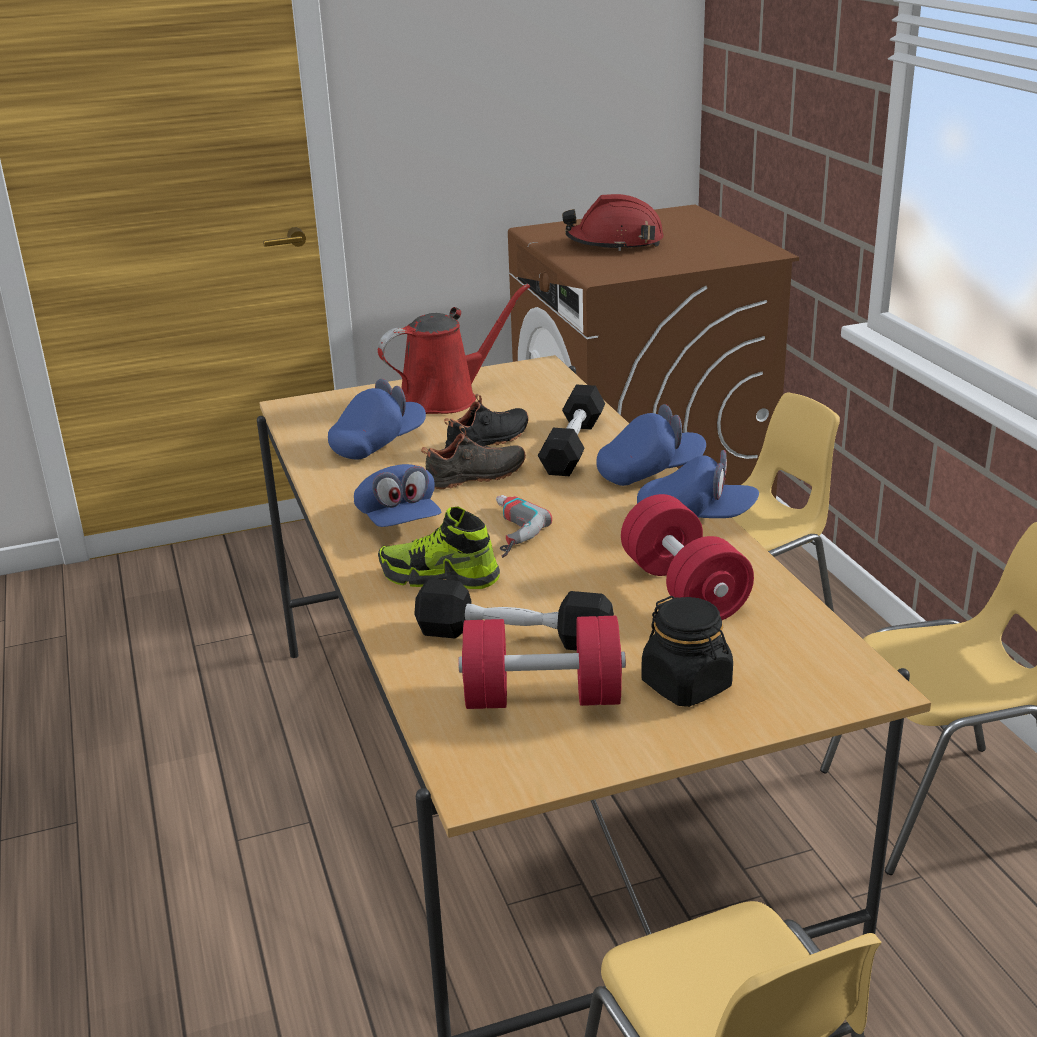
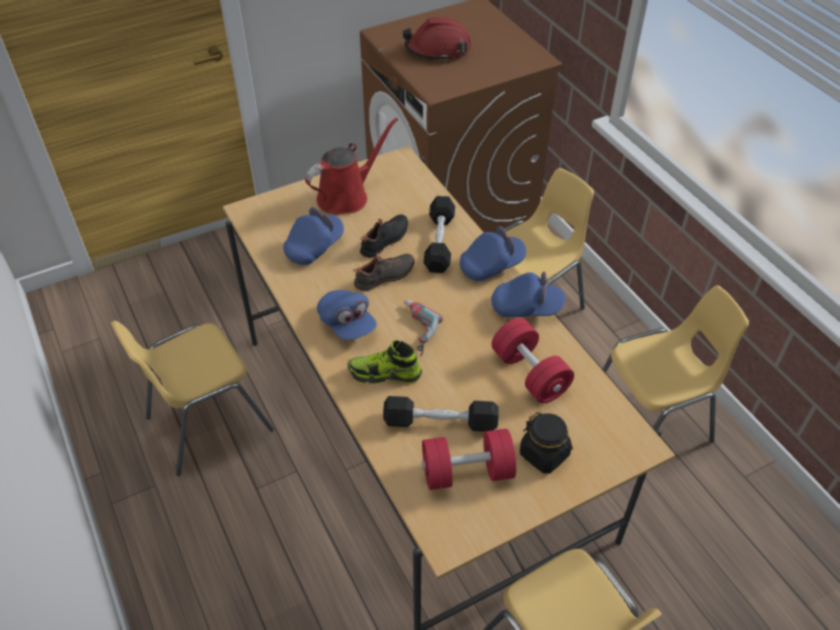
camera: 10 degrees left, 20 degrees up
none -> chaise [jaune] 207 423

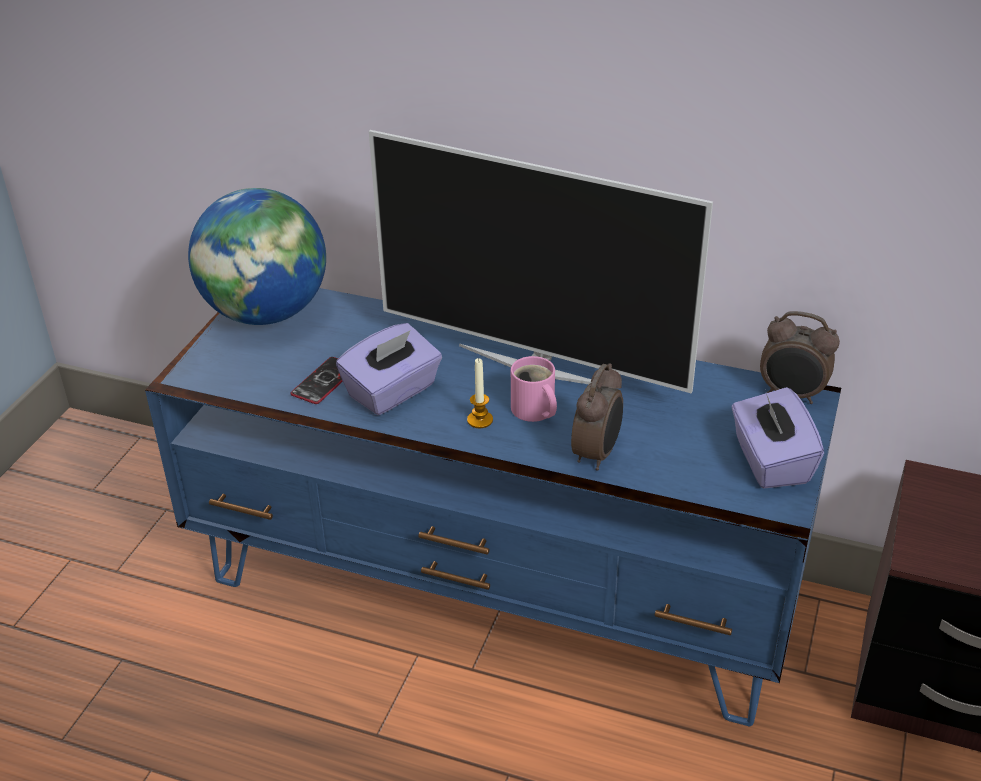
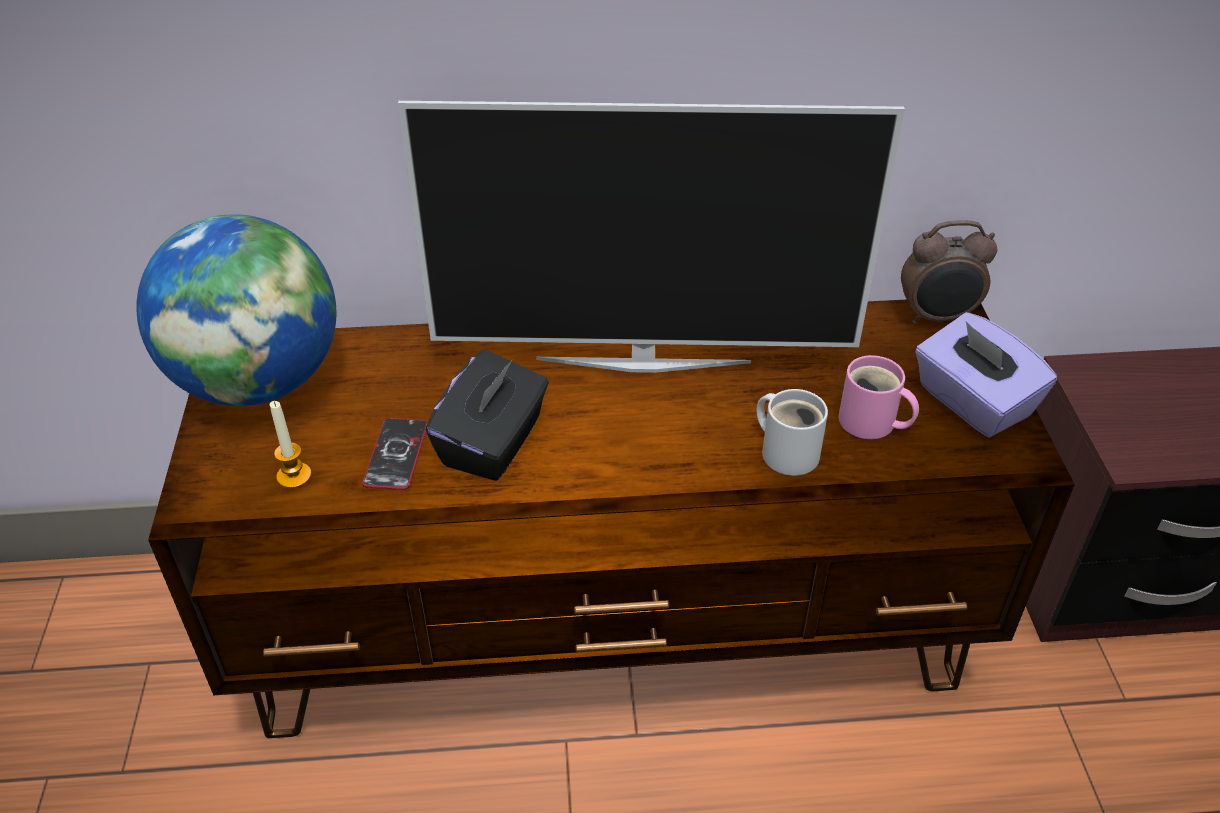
camera: 25 degrees left, 5 degrees up
meuble télé [bleu] 496 591 -> meuble télé [marron] 612 630
boîte à mouchoirs [violet] 392 392 -> boîte à mouchoirs [noir] 493 443
mug [rose] 533 411 -> mug [rose] 871 424, moved
bougie 480 420 -> bougie 294 476, moved
réveil 597 454 -> mug [blanc] 787 451

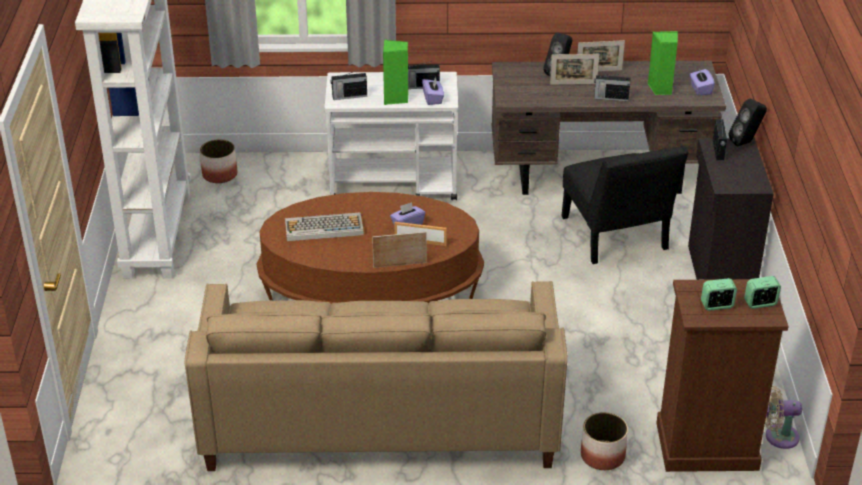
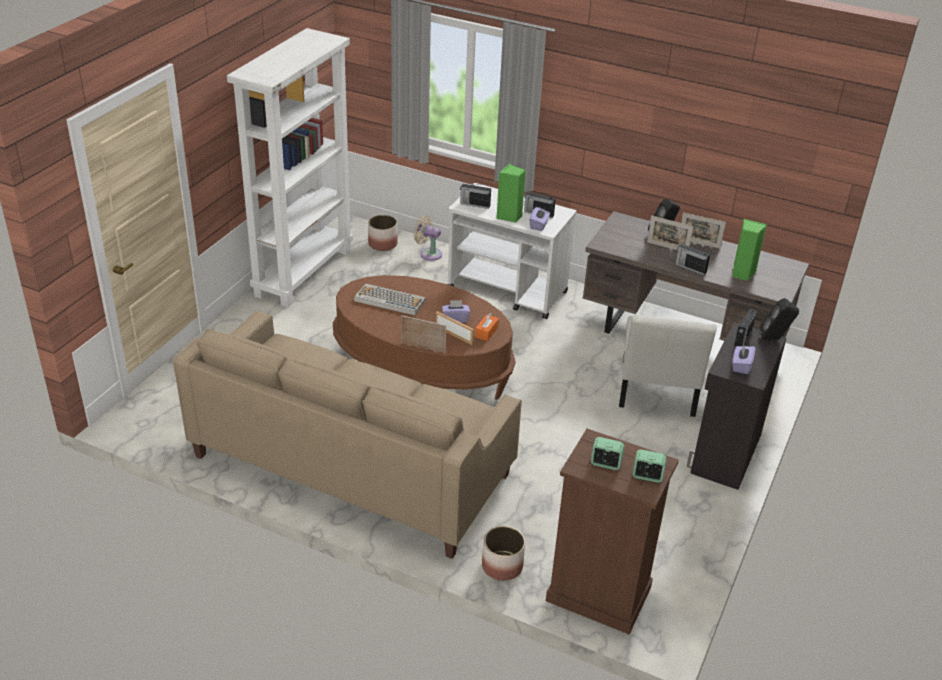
camera: 25 degrees right, 0 degrees up
boîte à mouchoirs [violet] 700 89 -> boîte à mouchoirs [violet] 741 366, moved
chaise [noir] 616 237 -> chaise [blanc] 657 392
ventilateur [beige] 778 436 -> ventilateur [beige] 428 253, moved
none -> boîte à mouchoirs [orange] 486 332

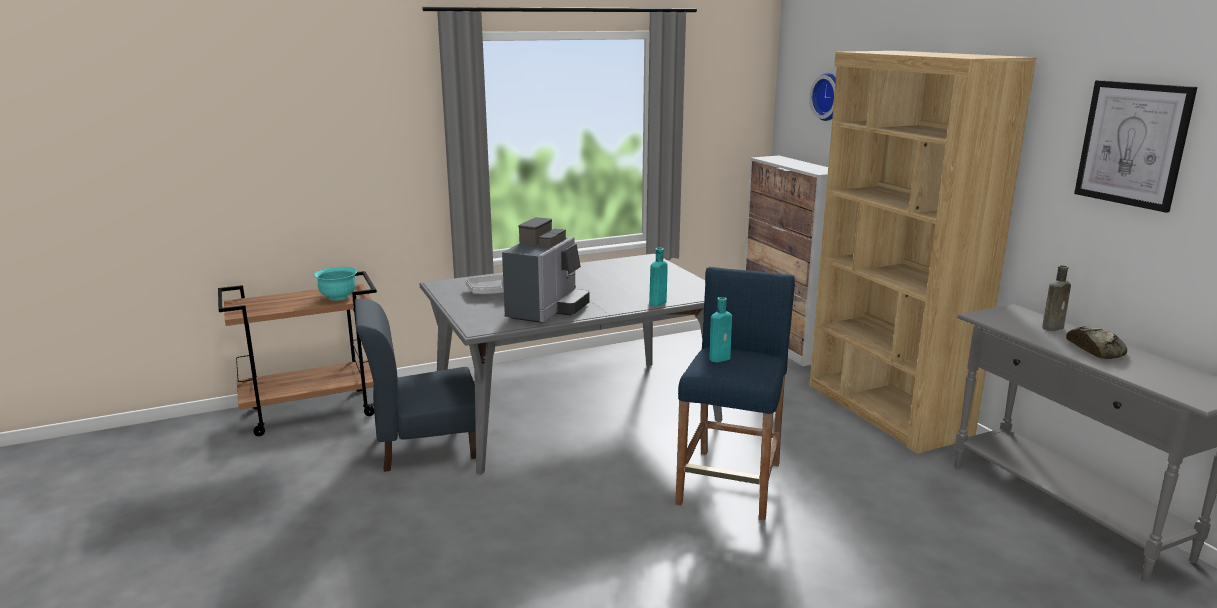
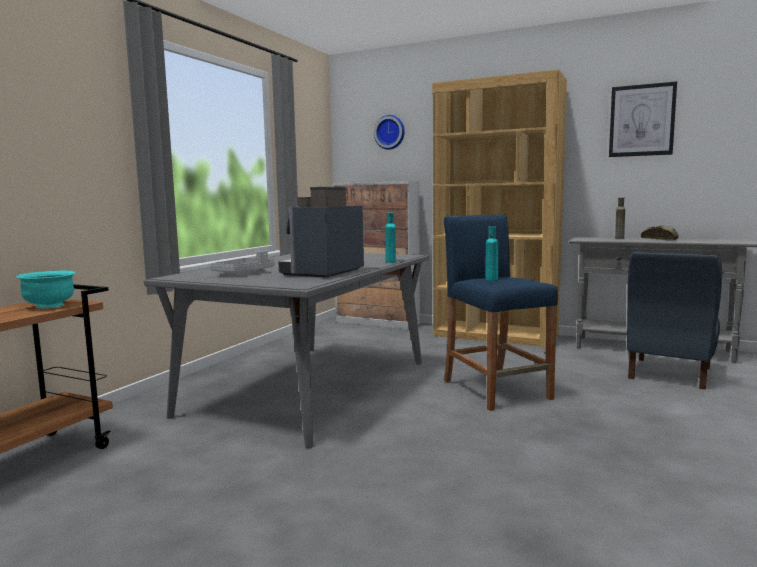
camera: 40 degrees left, 10 degrees down
machine à café 547 310 -> machine à café 323 272, 135 degrees counterclockwise
chaise [bleu] 425 445 -> chaise [bleu] 668 373, moved

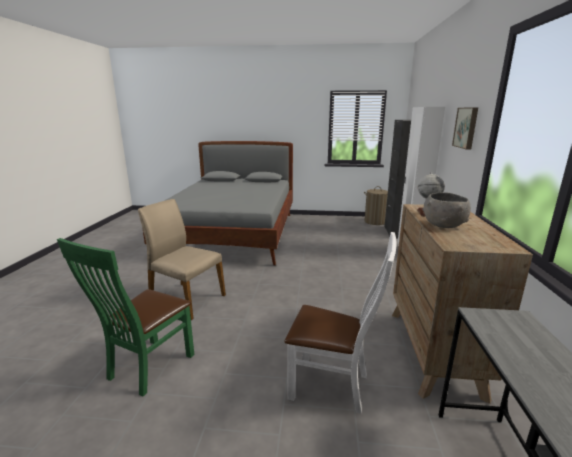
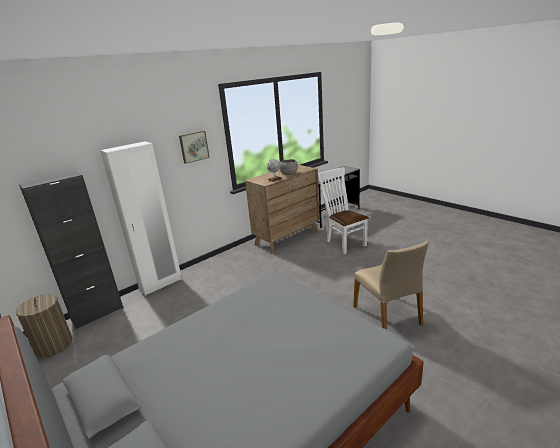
camera: 135 degrees left, 5 degrees up
chaise [vert] 146 368 -> none

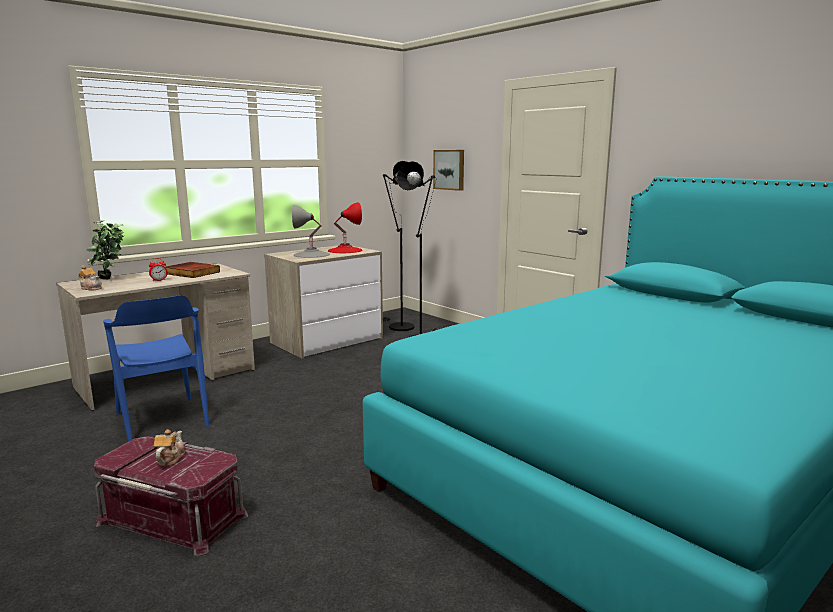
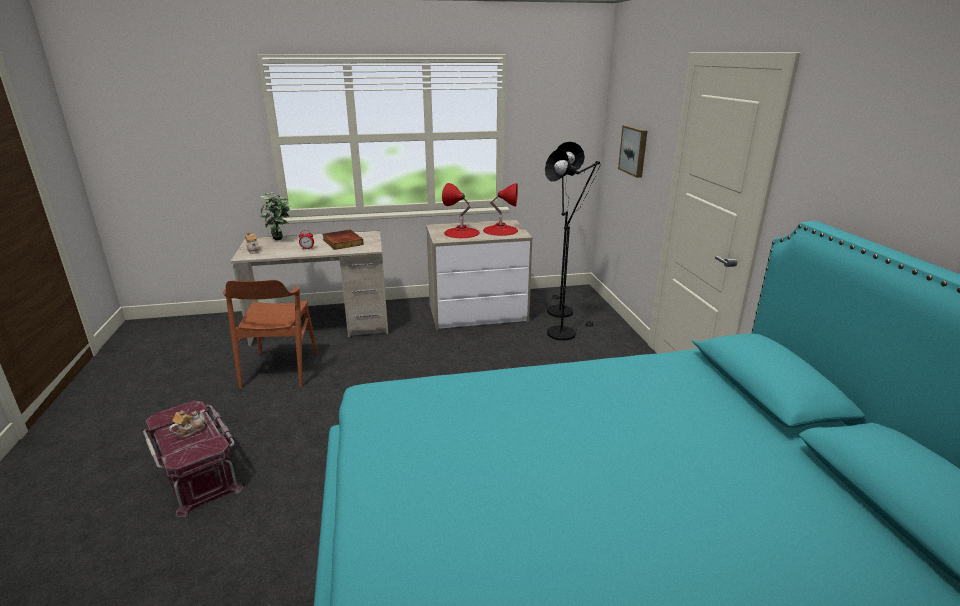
camera: 30 degrees right, 10 degrees up
lampe de table [gris] 311 254 -> lampe de table [rouge] 461 233
chaise [bleu] 162 419 -> chaise [marron] 280 369

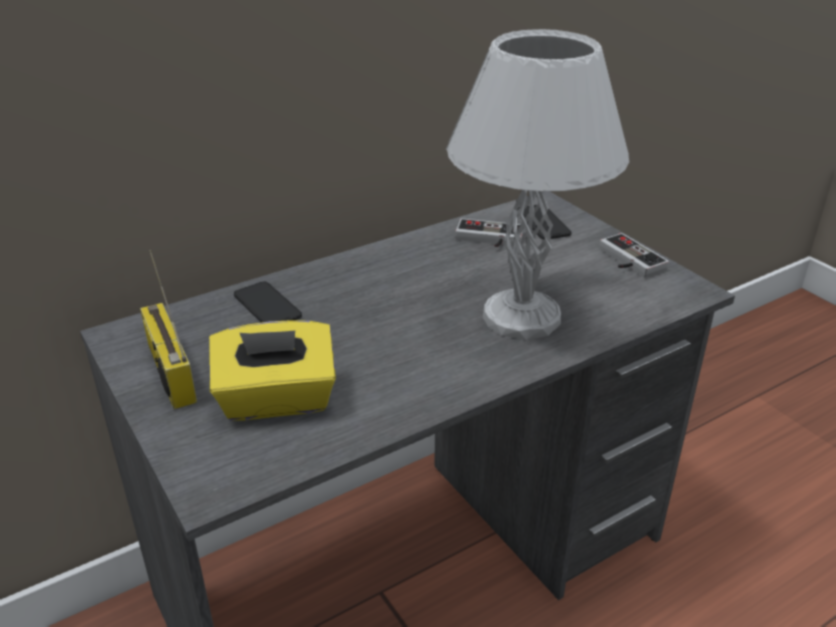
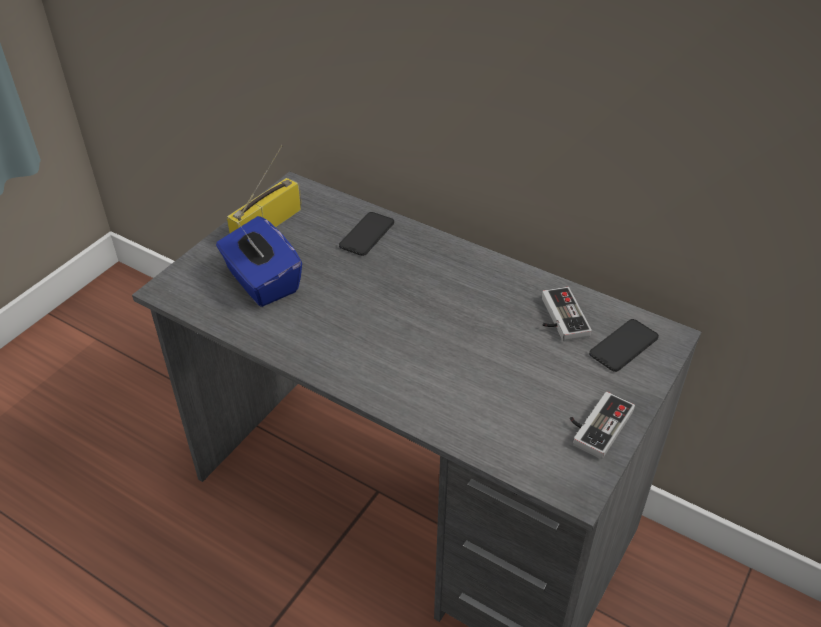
camera: 65 degrees right, 10 degrees up
lampe de table [blanc] 523 316 -> none
boîte à mouchoirs [jaune] 277 400 -> boîte à mouchoirs [bleu] 262 282

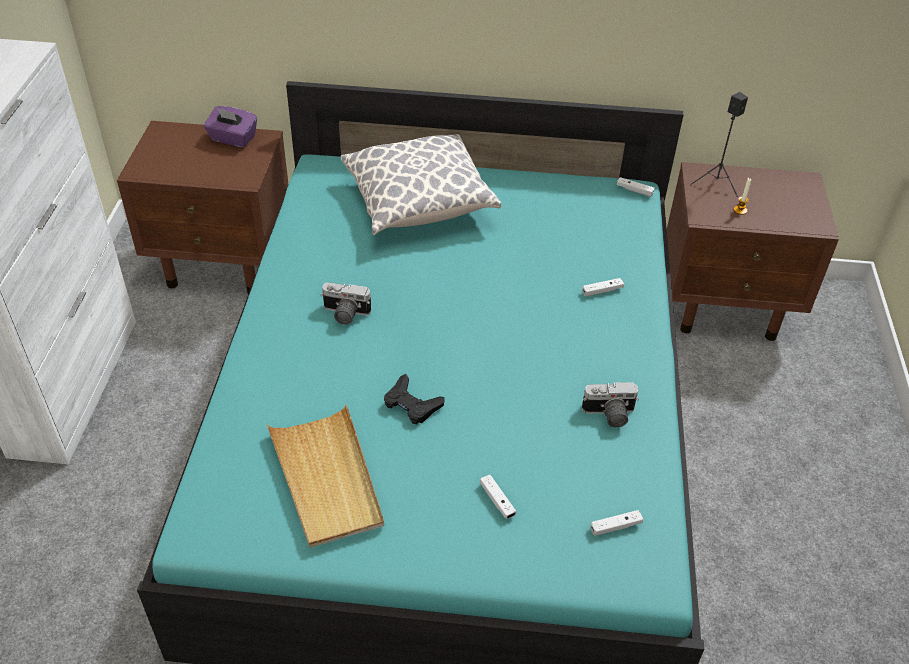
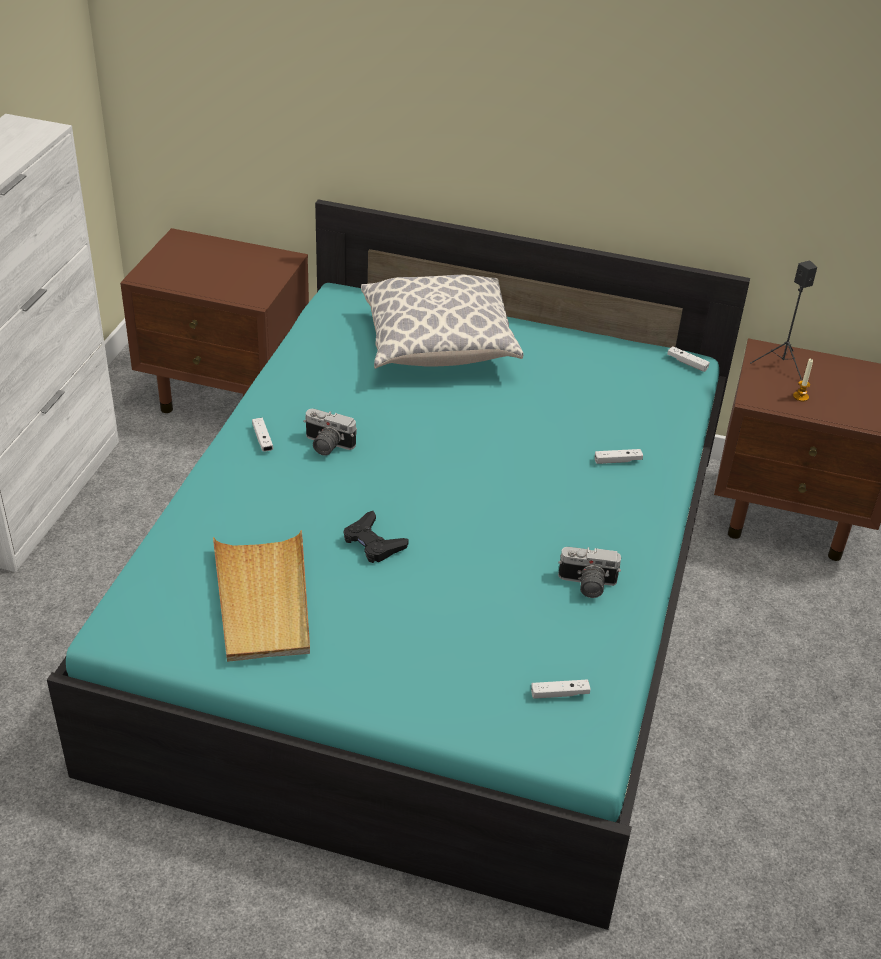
camera: 10 degrees right, 5 degrees down
boîte à mouchoirs [violet] 232 139 -> none
manette [blanc] 497 500 -> manette [blanc] 262 439, moved

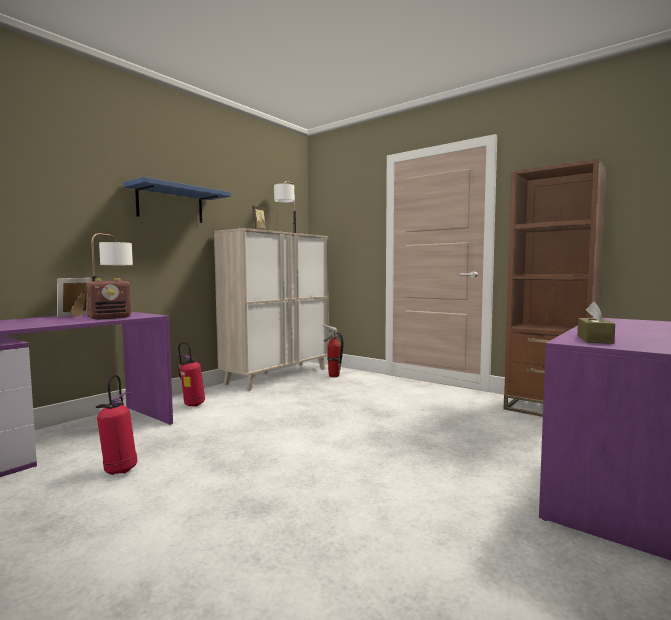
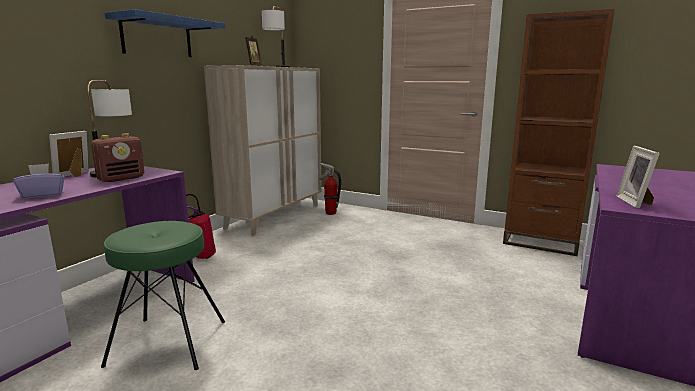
camera: 10 degrees left, 10 degrees up
boîte à mouchoirs [marron] 594 339 -> cadre photo 636 202
extincteur 120 470 -> tabouret [vert] 168 343
none -> boîte à mouchoirs [violet] 43 195

